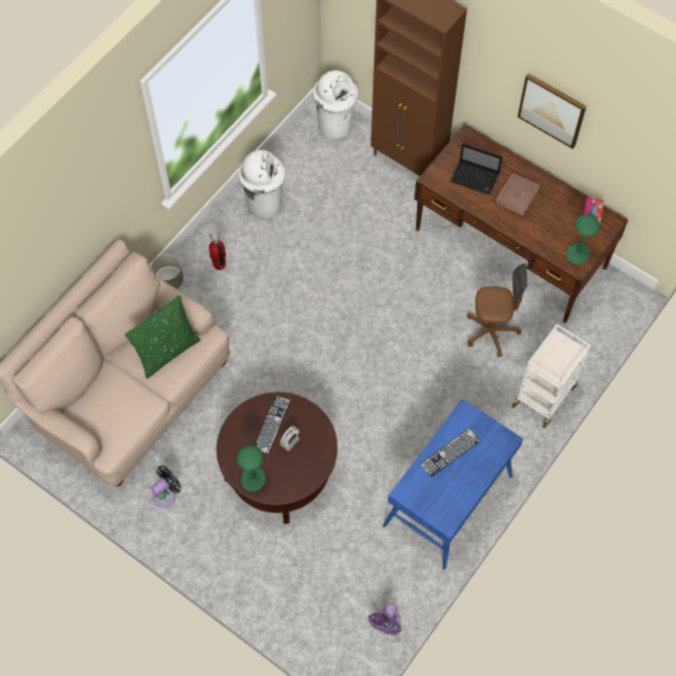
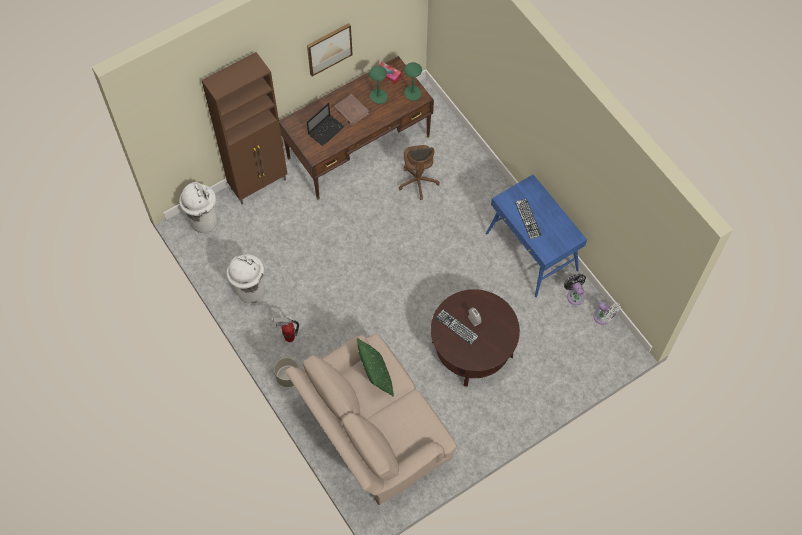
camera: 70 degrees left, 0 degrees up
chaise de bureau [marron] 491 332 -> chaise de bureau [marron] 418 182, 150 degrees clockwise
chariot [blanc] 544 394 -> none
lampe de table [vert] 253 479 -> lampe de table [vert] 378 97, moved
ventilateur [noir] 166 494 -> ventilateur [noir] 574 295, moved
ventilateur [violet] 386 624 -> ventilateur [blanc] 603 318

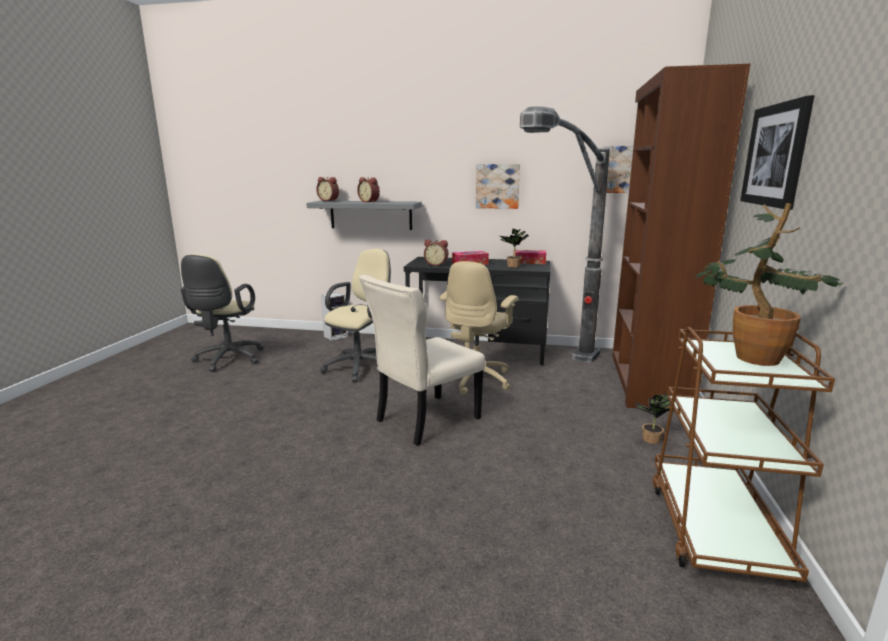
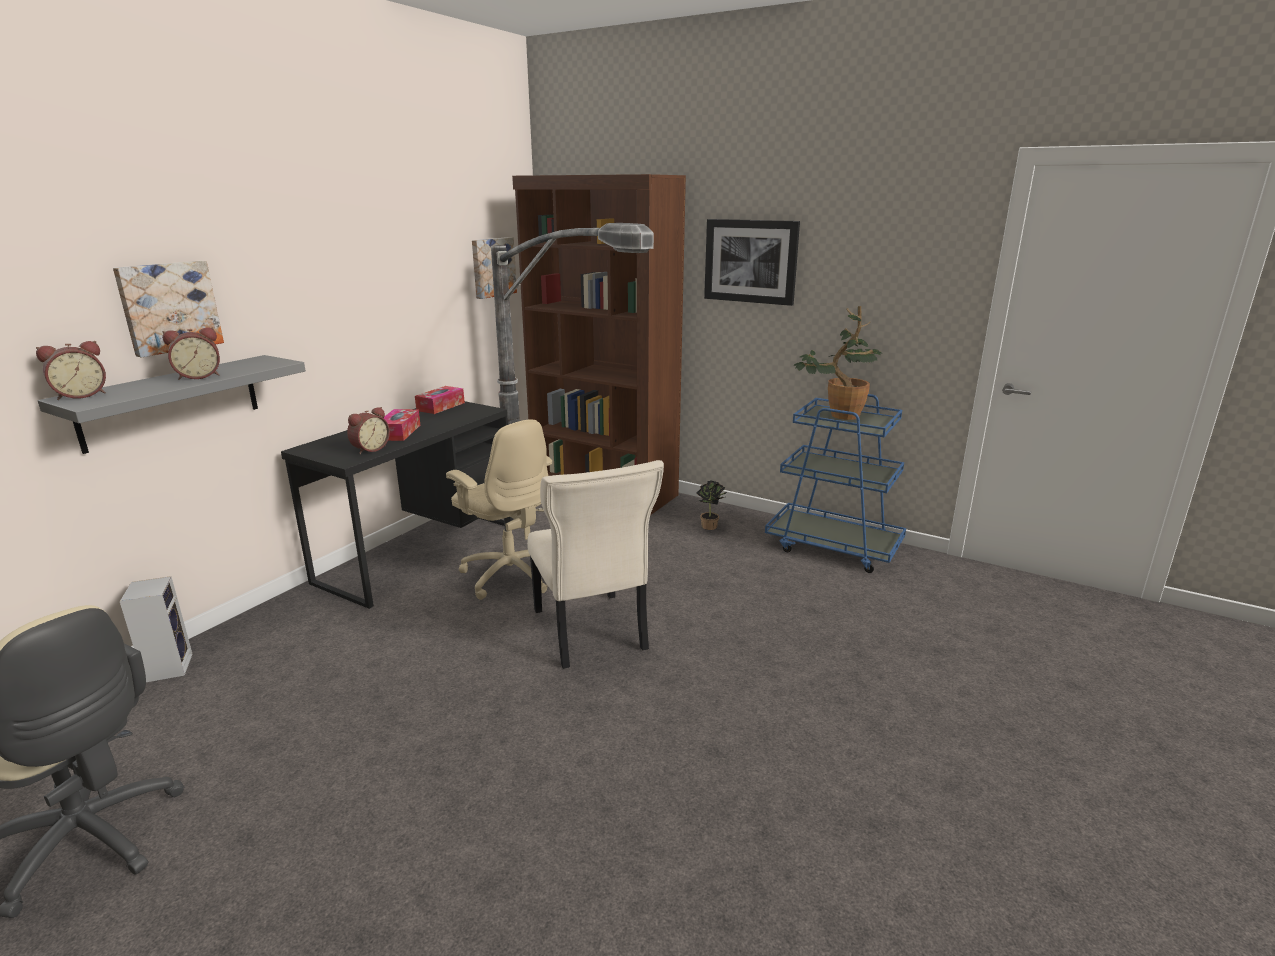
camera: 70 degrees left, 5 degrees up
tableau 497 186 -> tableau 169 307, moved
plante en pot 513 266 -> none
chaise de bureau [beige] 362 366 -> none
chariot [marron] 715 528 -> chariot [bleu] 833 547

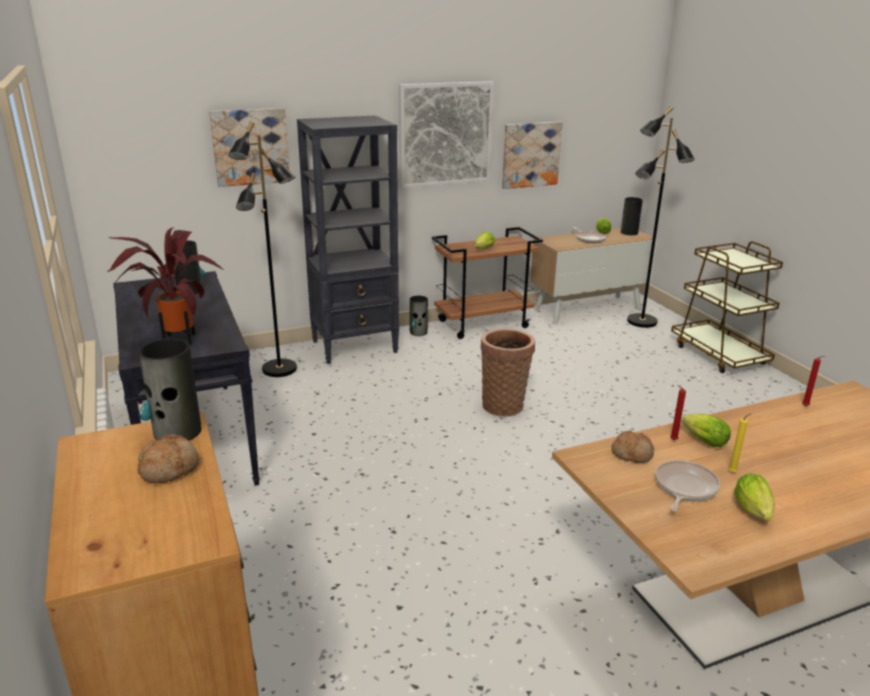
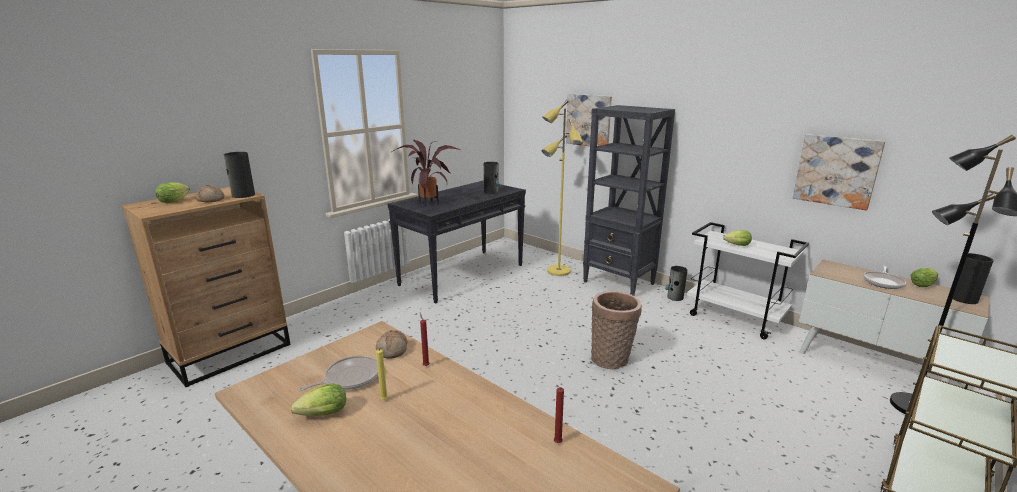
camera: 65 degrees right, 5 degrees down
tableau 445 134 -> none
lampadaire [noir] 279 369 -> lampadaire [jaune] 558 271
chariot [marron] 483 324 -> chariot [blanc] 735 318
laitue 702 440 -> laitue 175 201, moved
poêle 684 488 -> poêle 349 378, 45 degrees counterclockwise

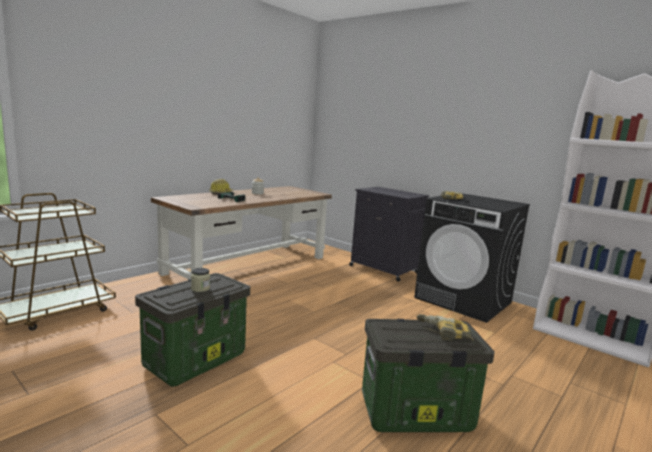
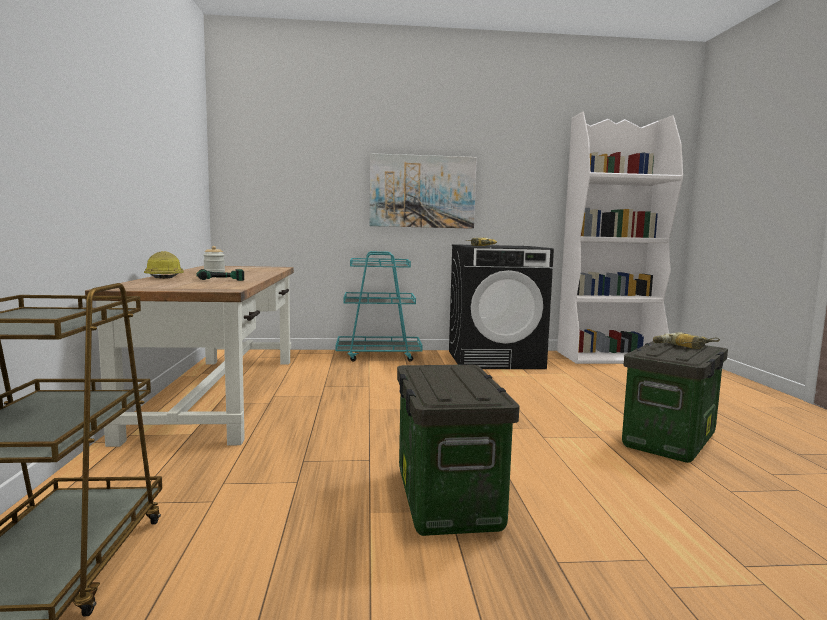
camera: 45 degrees left, 5 degrees down
meuble de rangement [noir] 384 270 -> chariot [turquoise] 379 355
bocal 200 288 -> none
none -> tableau 422 191

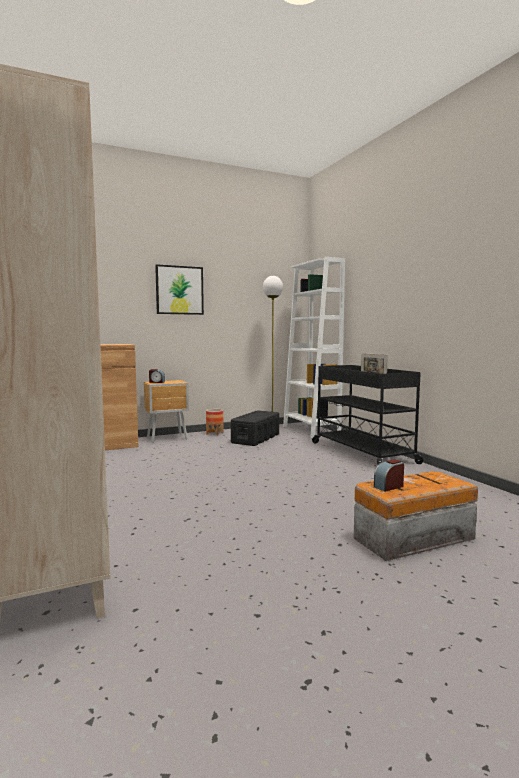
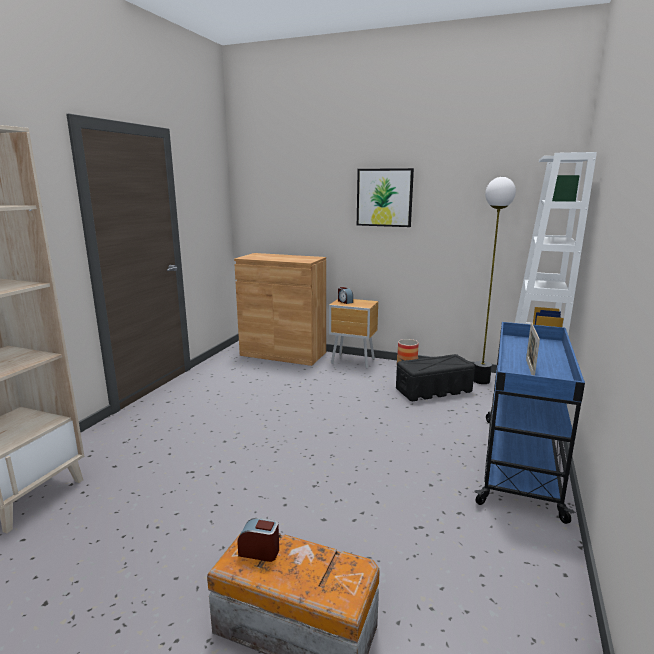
camera: 45 degrees right, 10 degrees up
chariot [noir] 361 452 -> chariot [bleu] 519 462

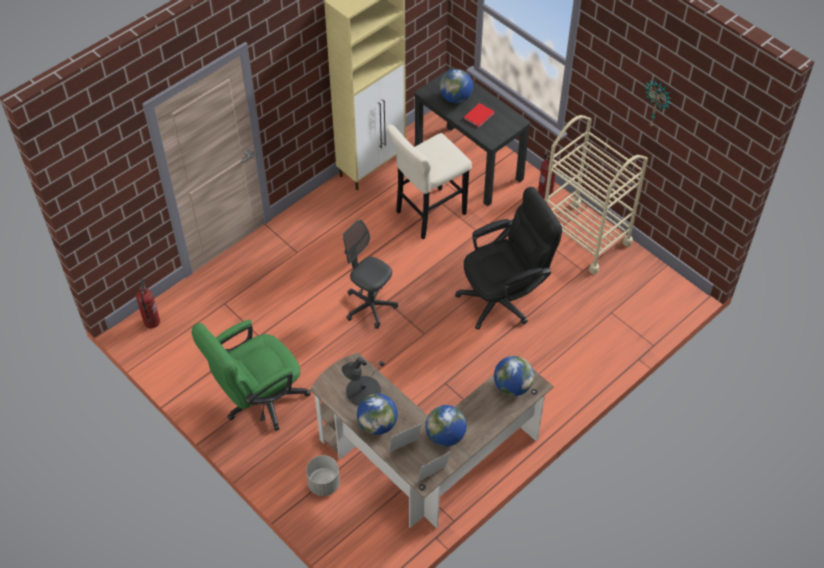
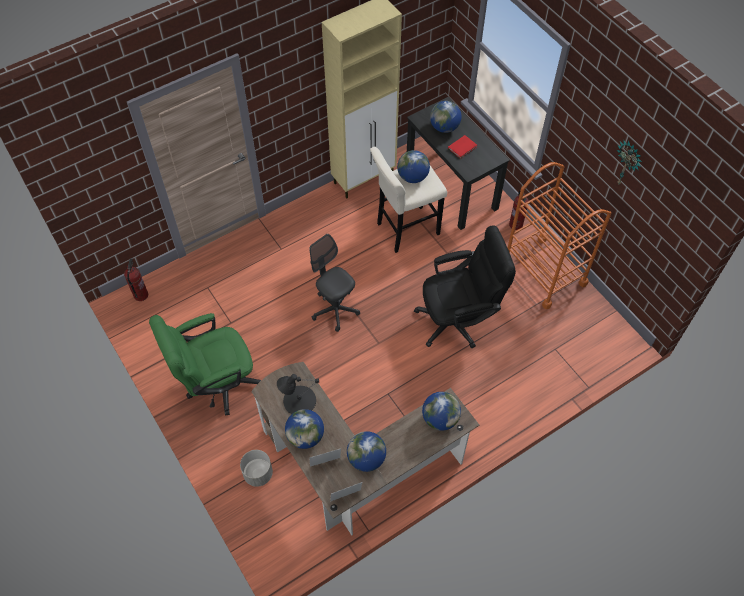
camera: 10 degrees right, 5 degrees up
chariot [beige] 584 237 -> chariot [orange] 544 272
none -> globe 413 177

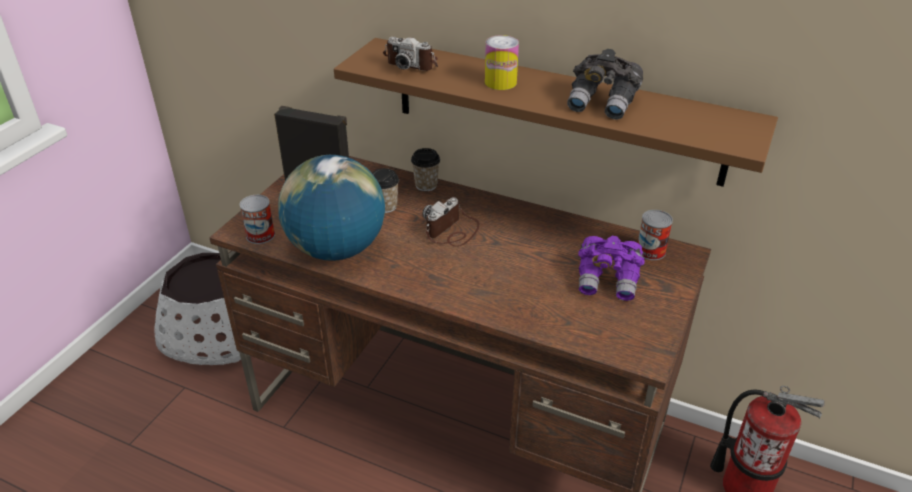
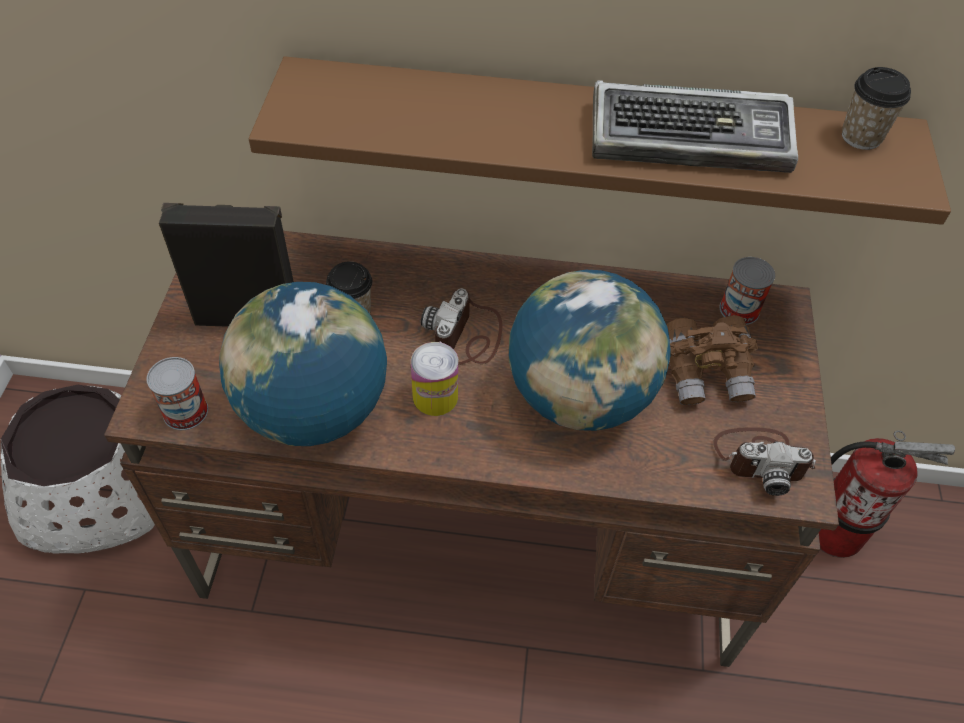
camera: 20 degrees left, 15 degrees up
boîte métallique 500 82 -> boîte métallique 435 397, moved
appareil photo 412 63 -> appareil photo 761 459, moved
jumelles [gris] 603 103 -> clavier 691 138
tasse 426 185 -> tasse 861 137, moved
jumelles [violet] 608 280 -> jumelles [marron] 706 373
none -> globe 579 396

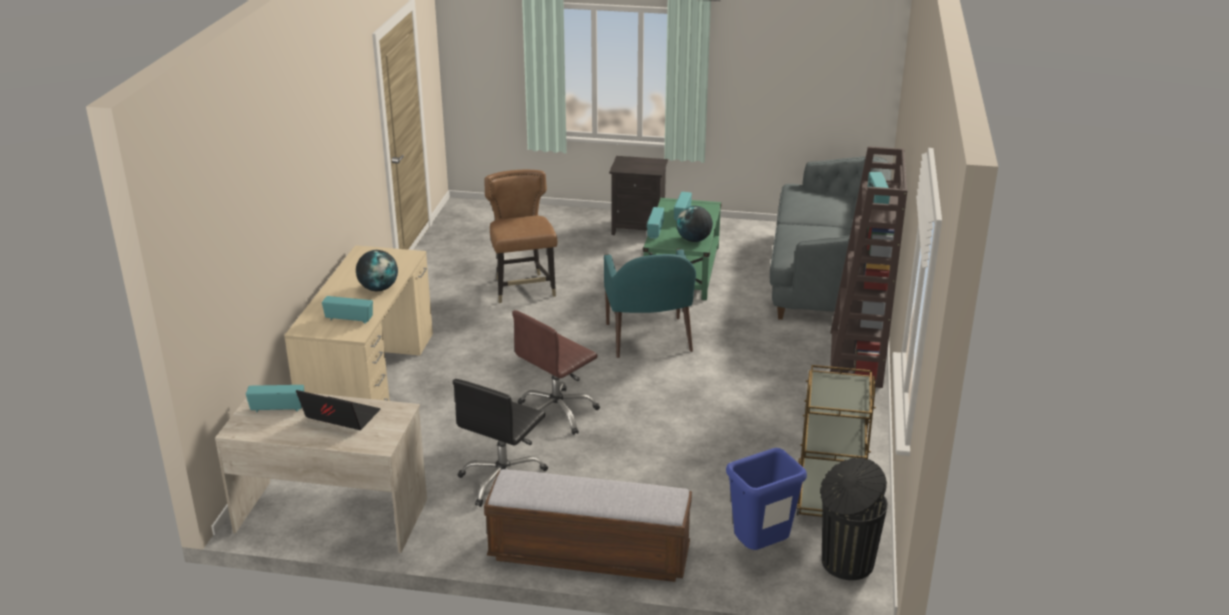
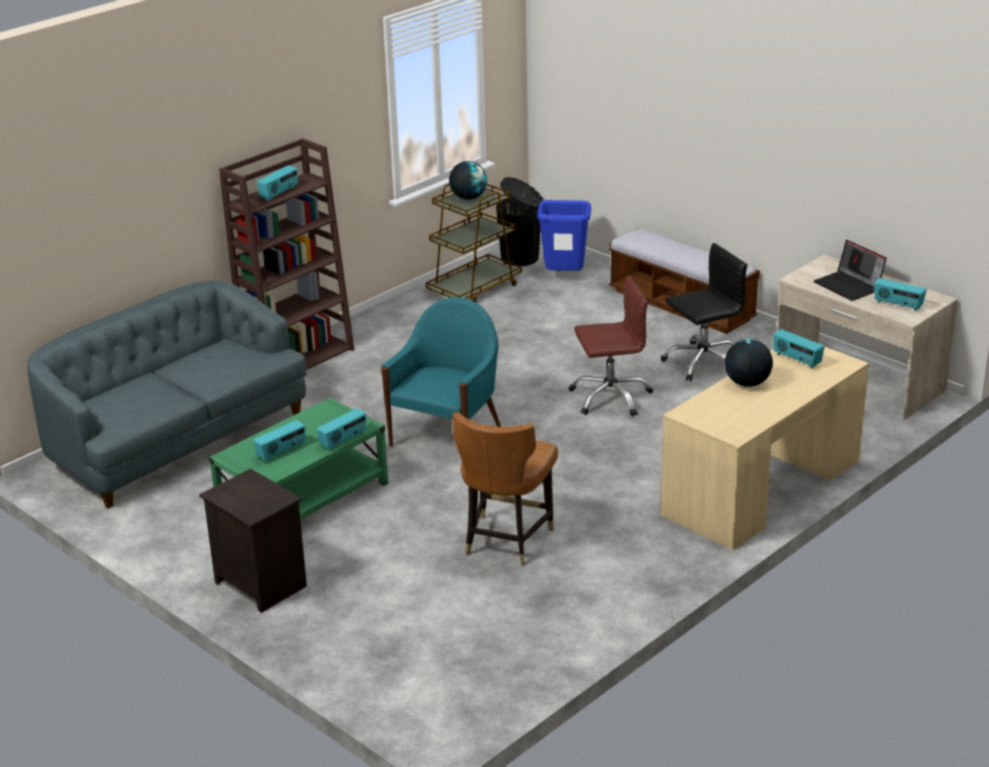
camera: 145 degrees left, 0 degrees up
globe 694 240 -> globe 468 197, moved

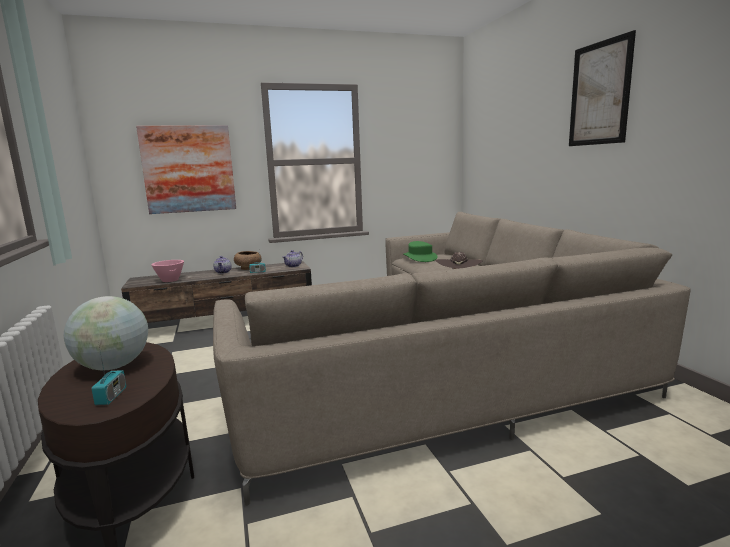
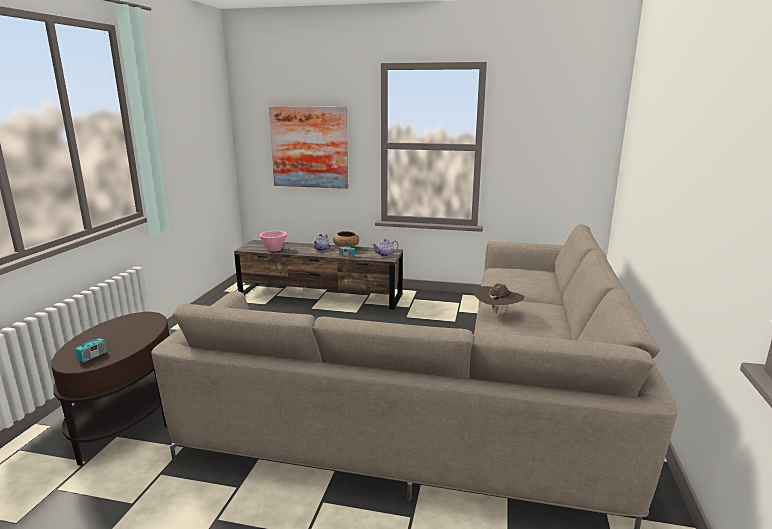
camera: 30 degrees right, 5 degrees up
tableau 599 94 -> none
chapeau [vert] 420 258 -> none
globe 113 366 -> none

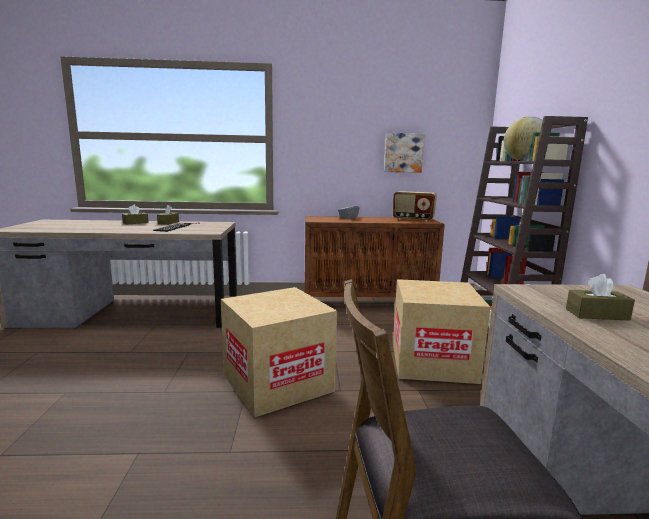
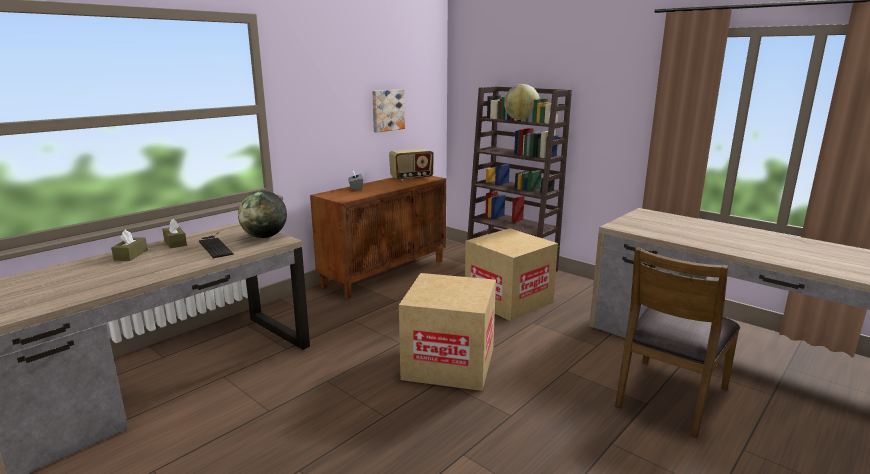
camera: 45 degrees left, 5 degrees up
boîte à mouchoirs [marron] 597 314 -> none
none -> globe 265 236

